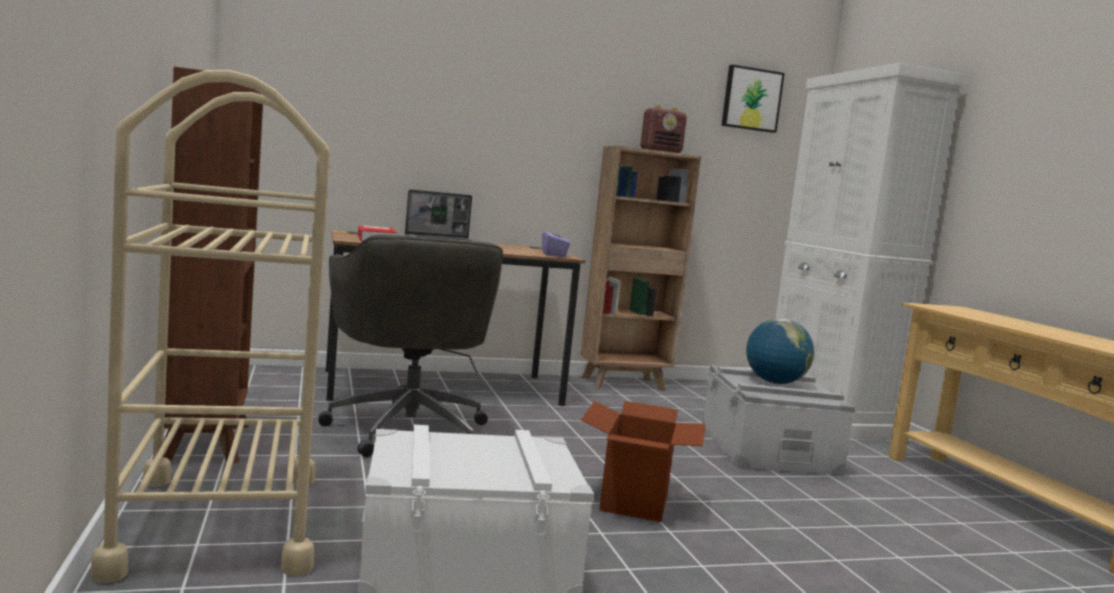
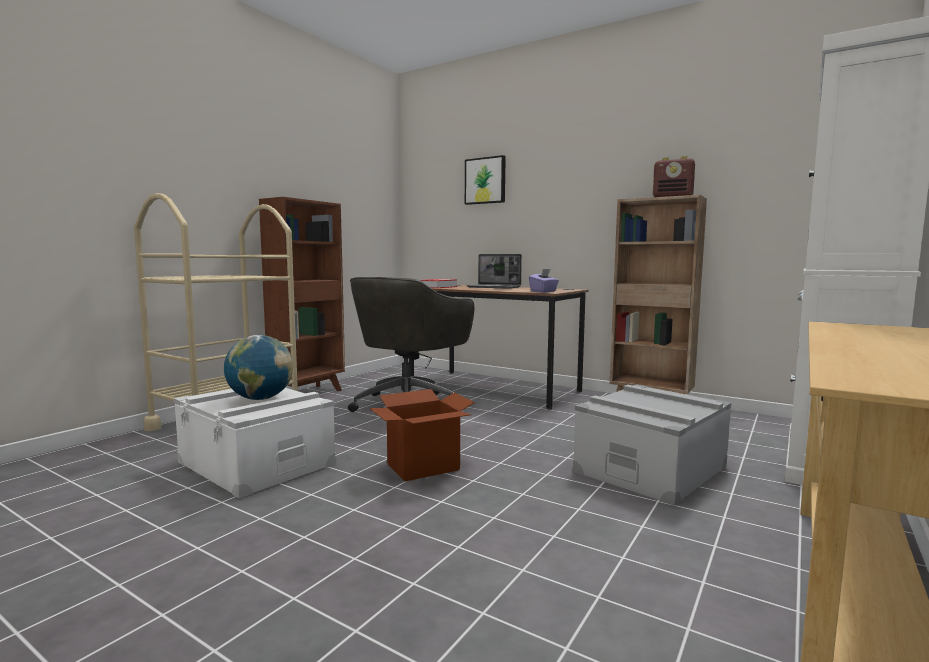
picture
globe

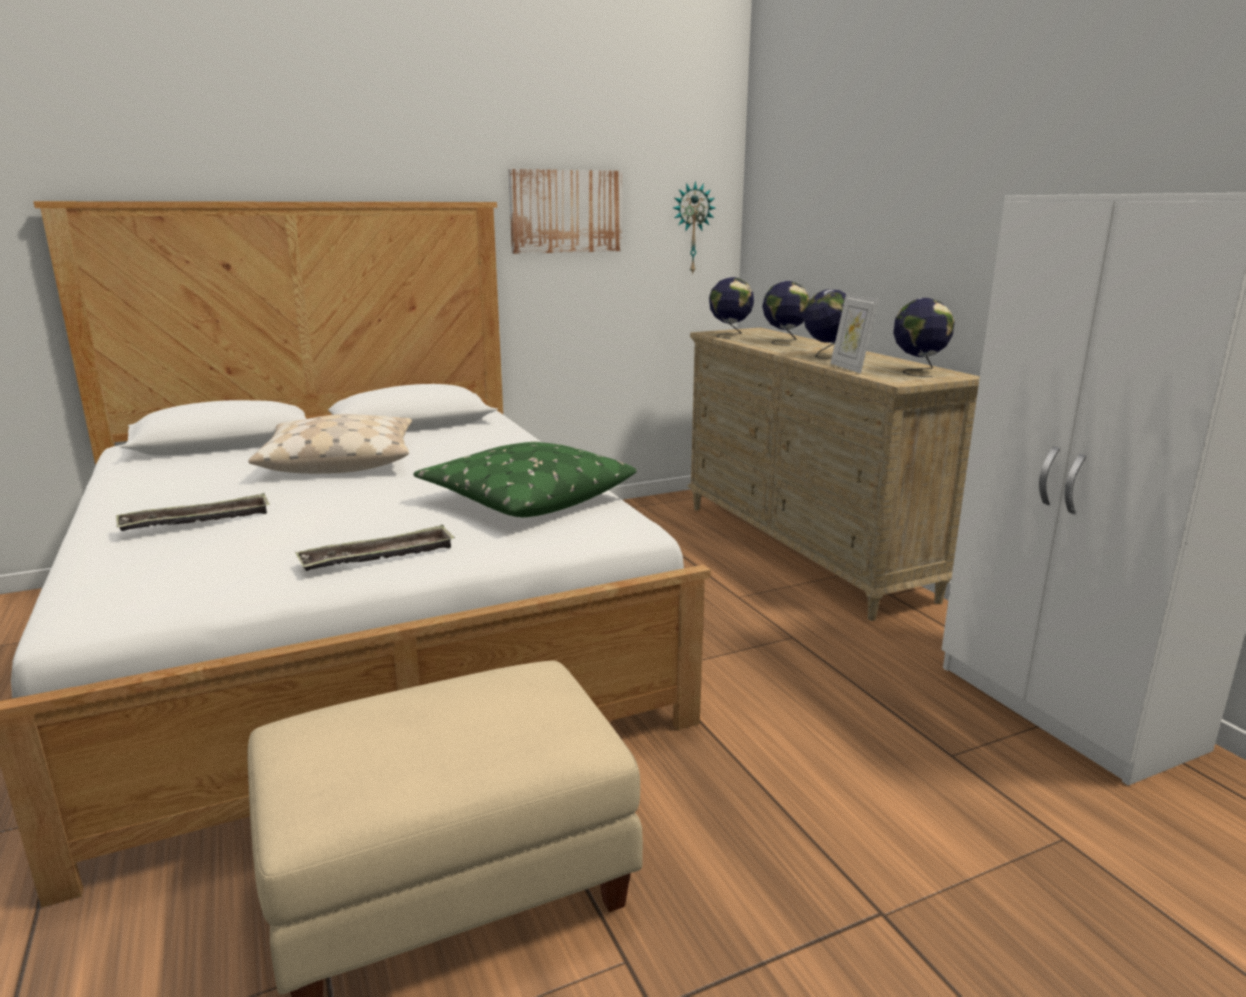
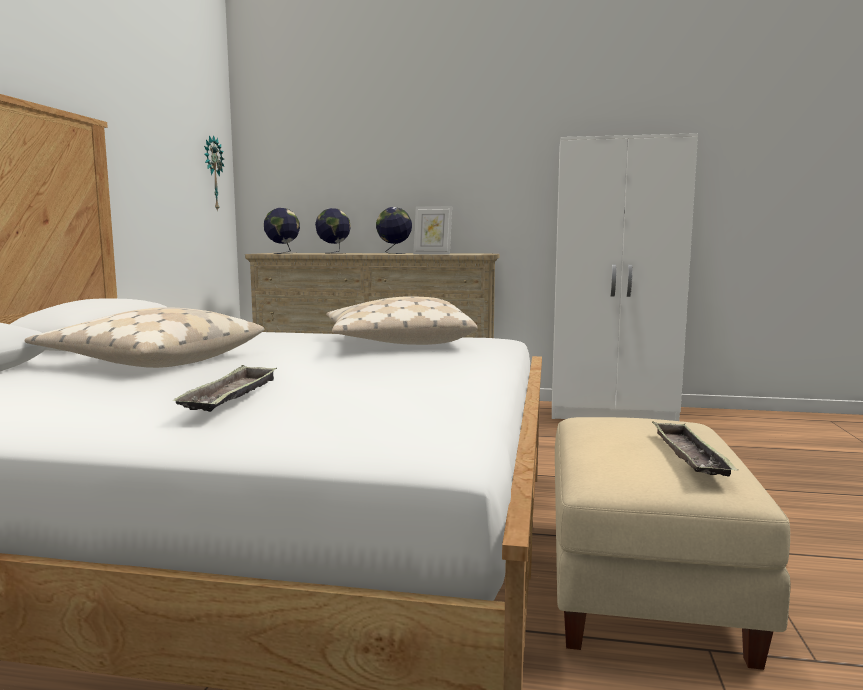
picture
globe (4th from left in the first image)
tray (2nd from left)
beige pillow (2nd from left)

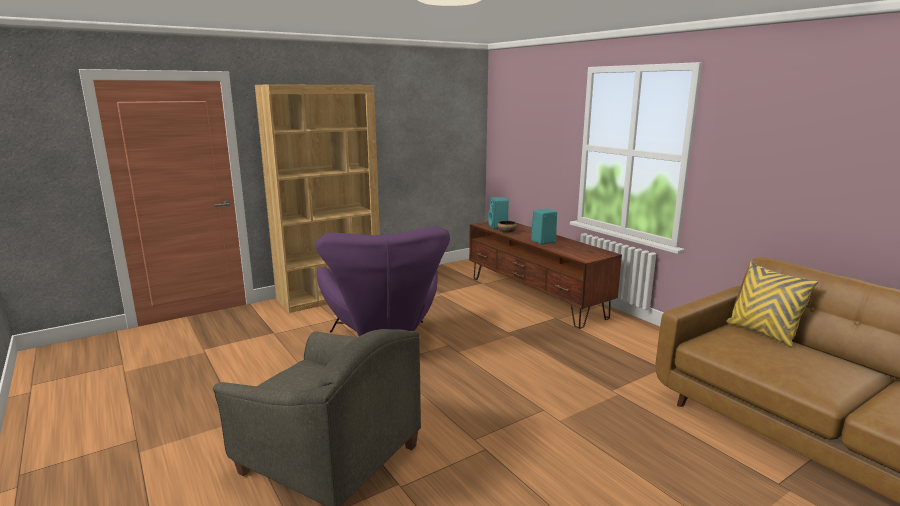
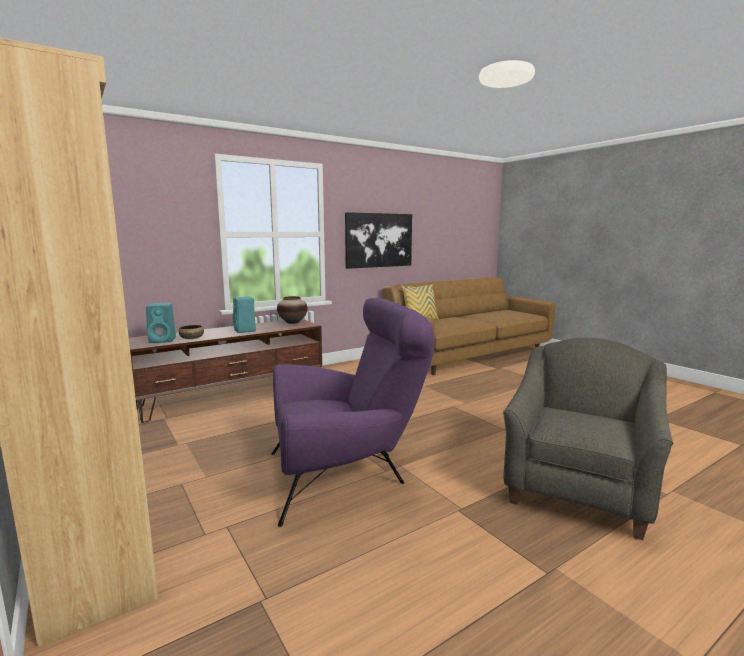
vase
picture

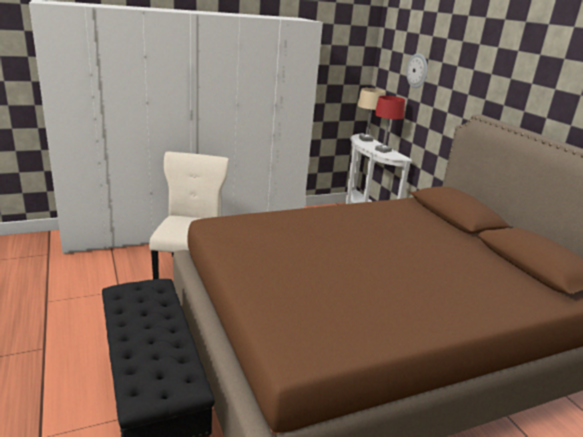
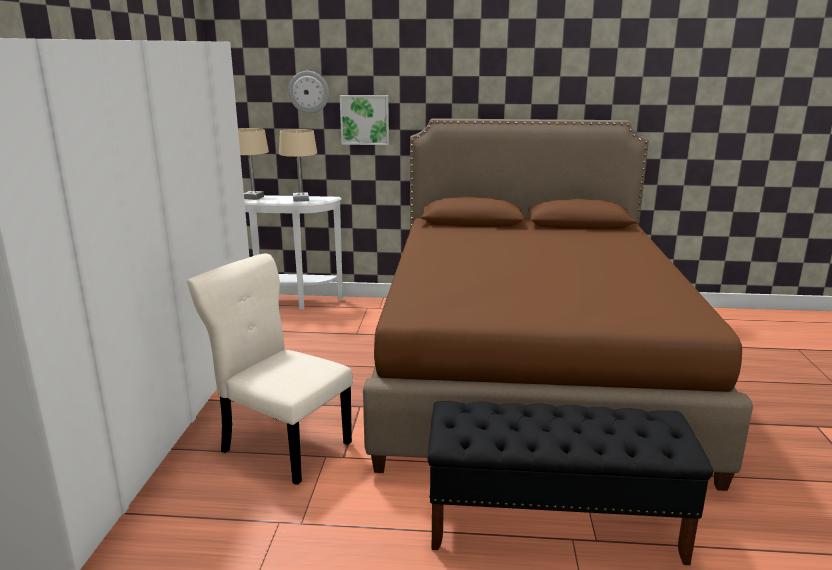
picture
beige table lamp (2nd from left)

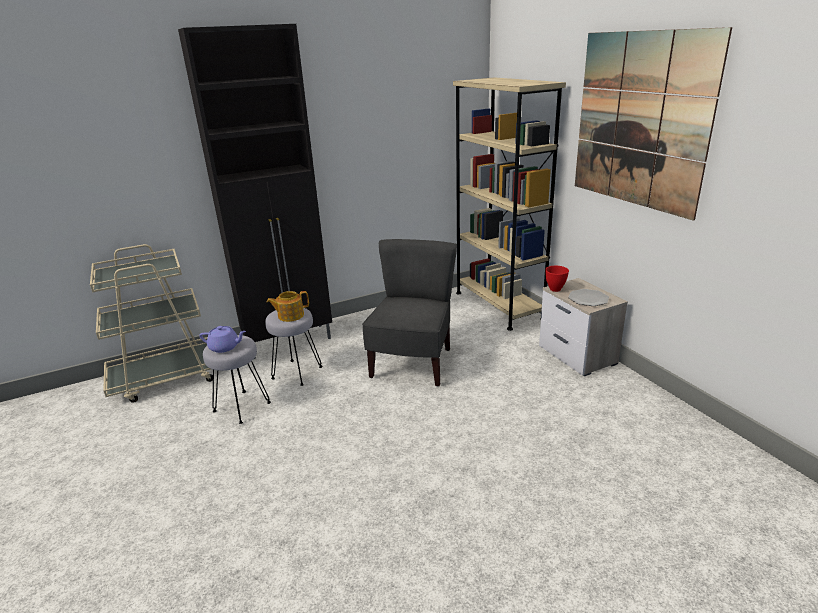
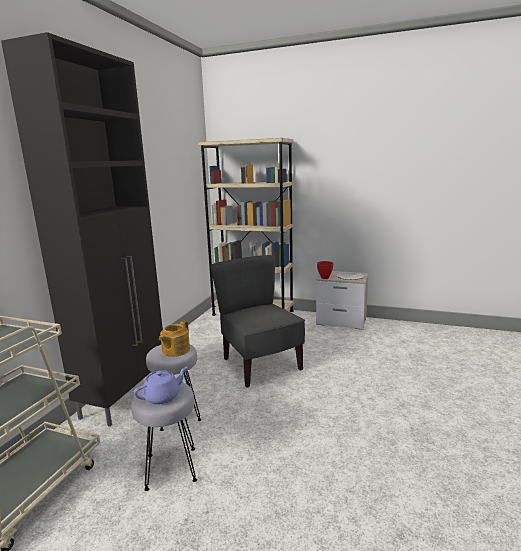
picture

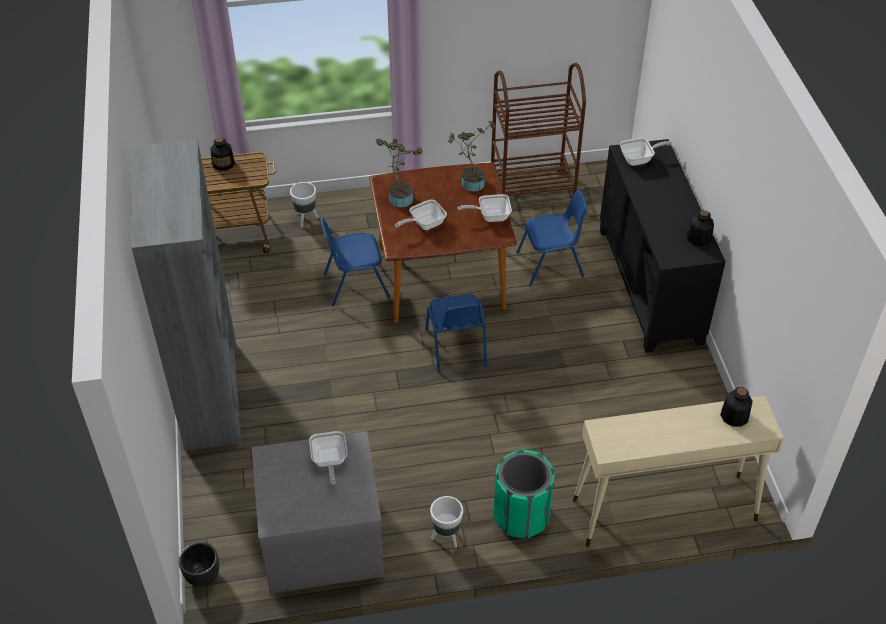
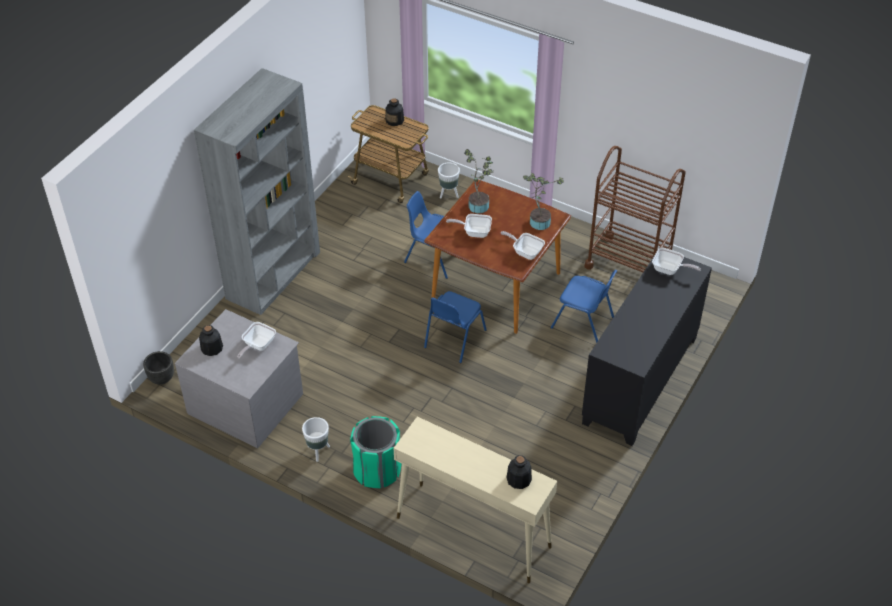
bottle (1st from left)

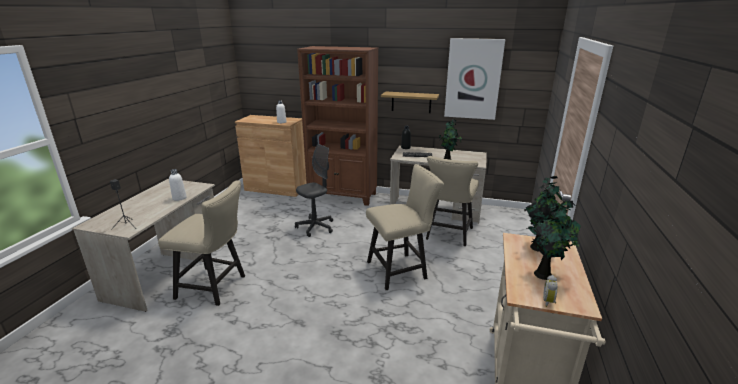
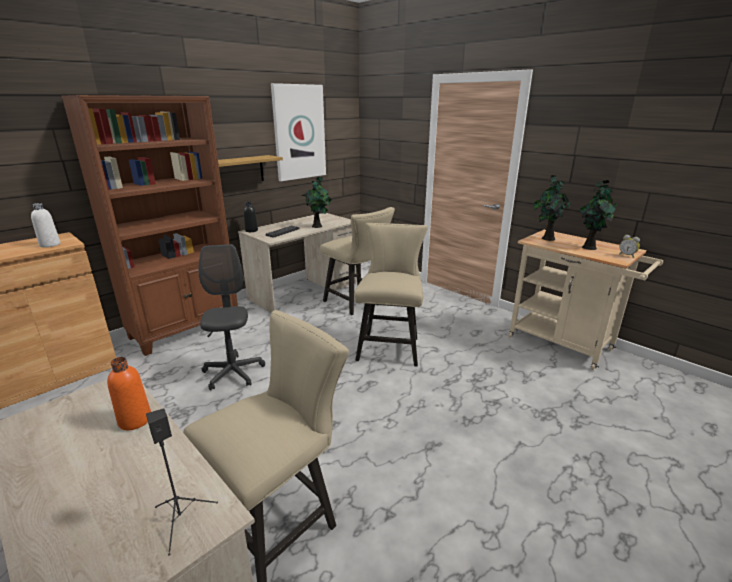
orange bottle

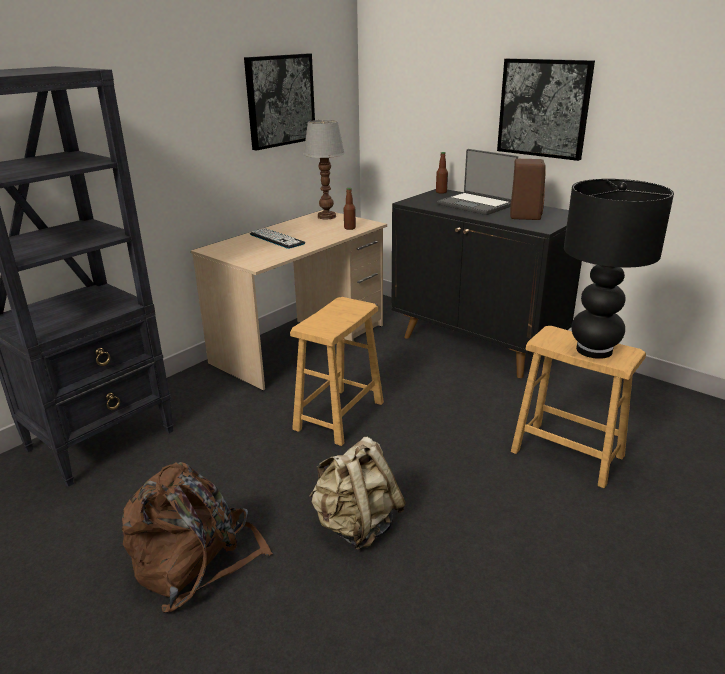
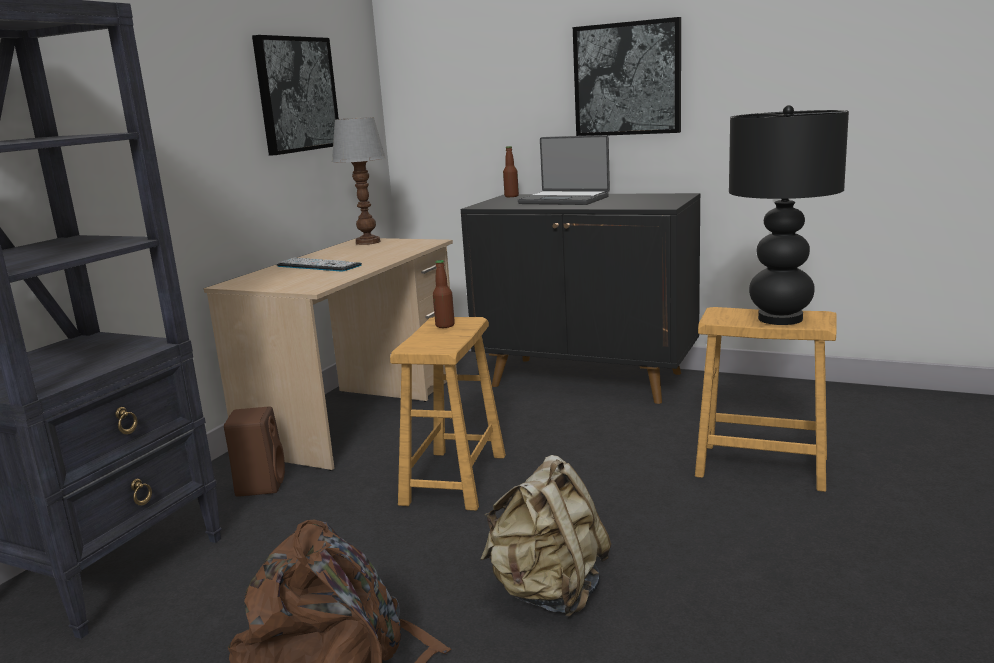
bottle (1st from left)
brown speaker

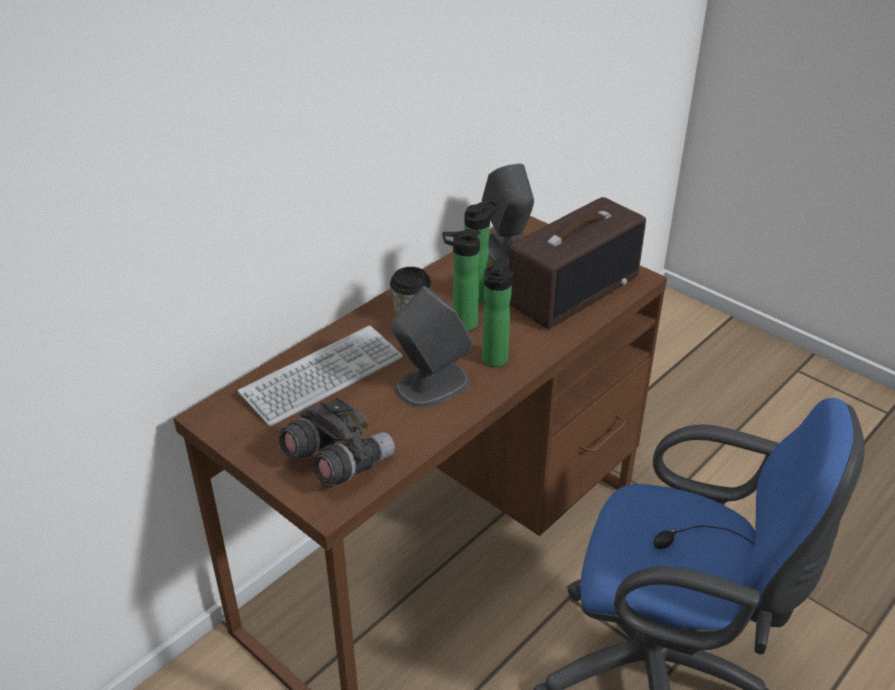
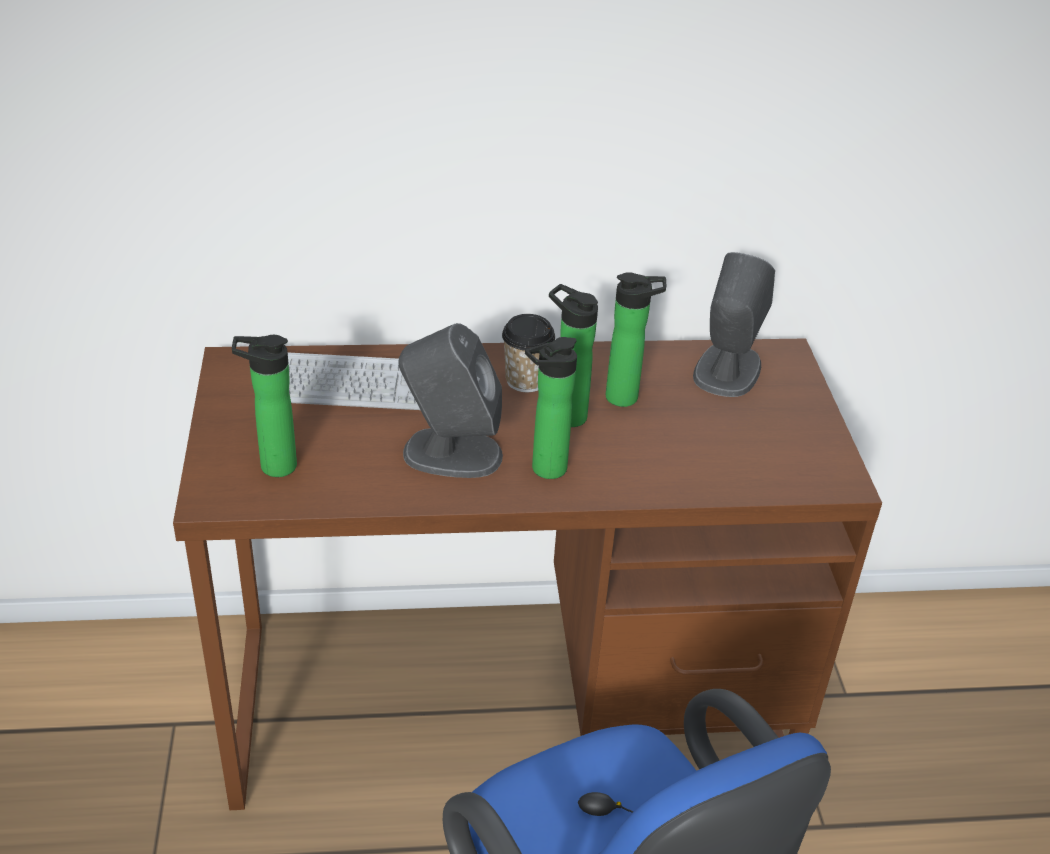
radio
bottle (1st from left)

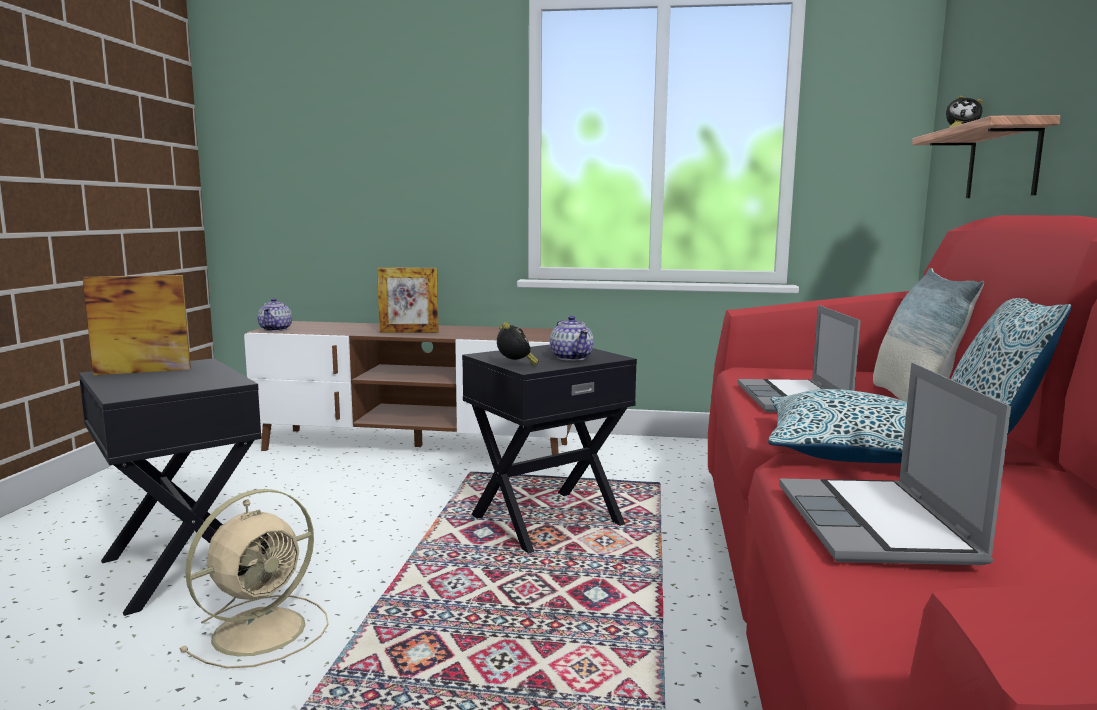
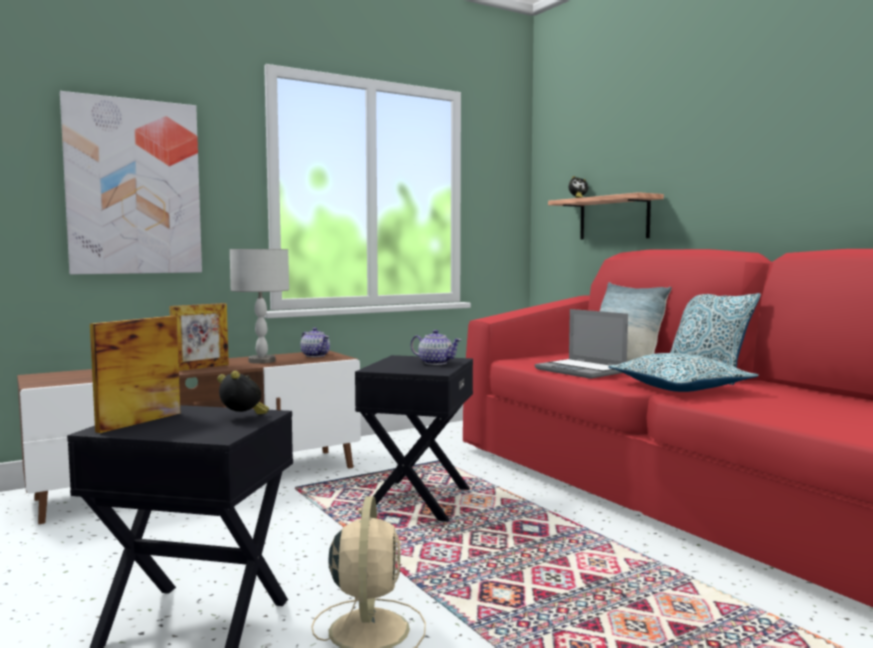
laptop (2nd from left in the first image)
picture
grey table lamp
teapot (1st from left)
alarm clock (1st from left)

